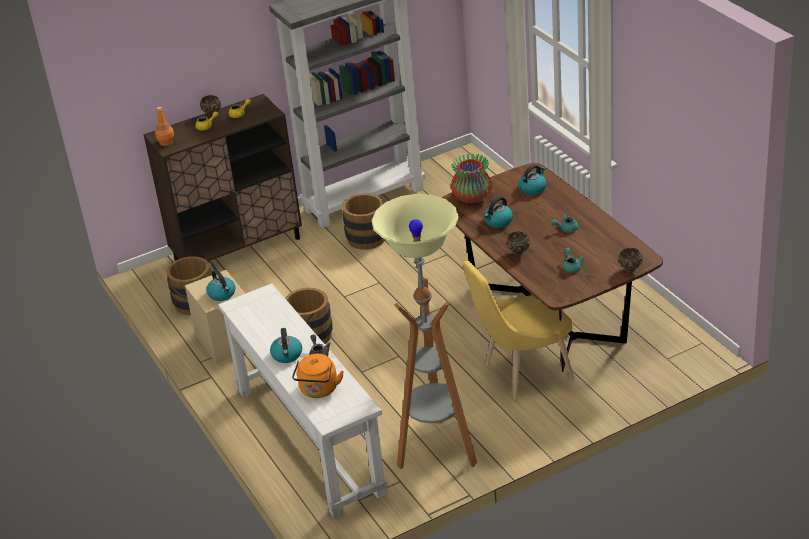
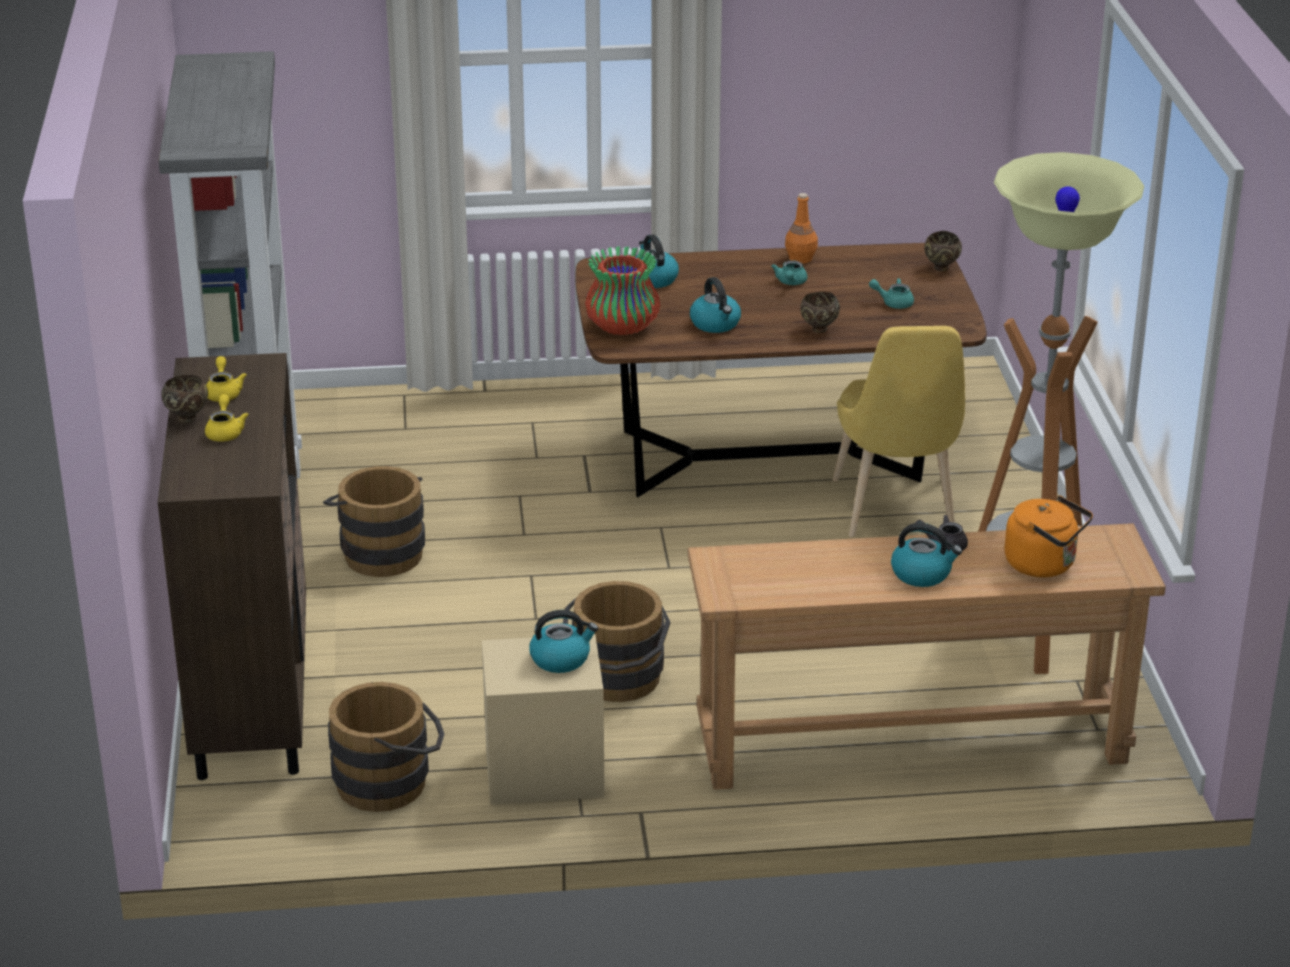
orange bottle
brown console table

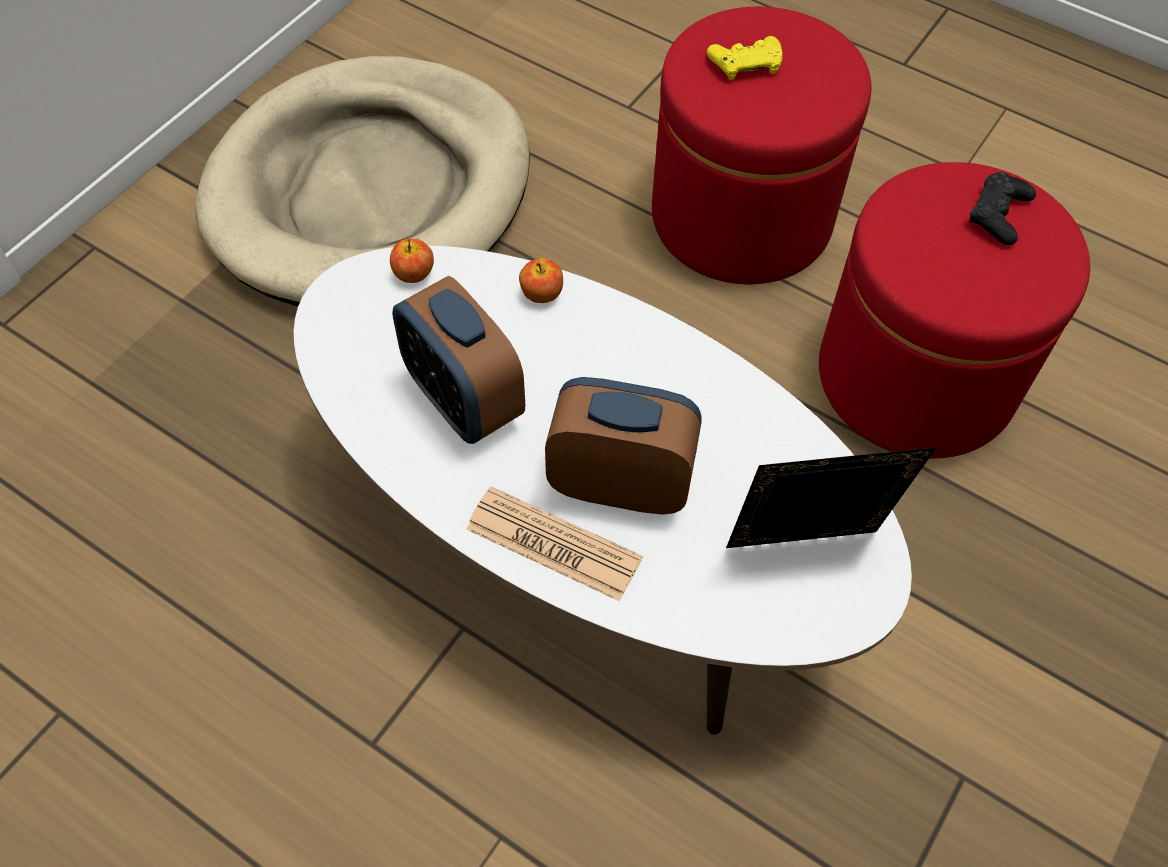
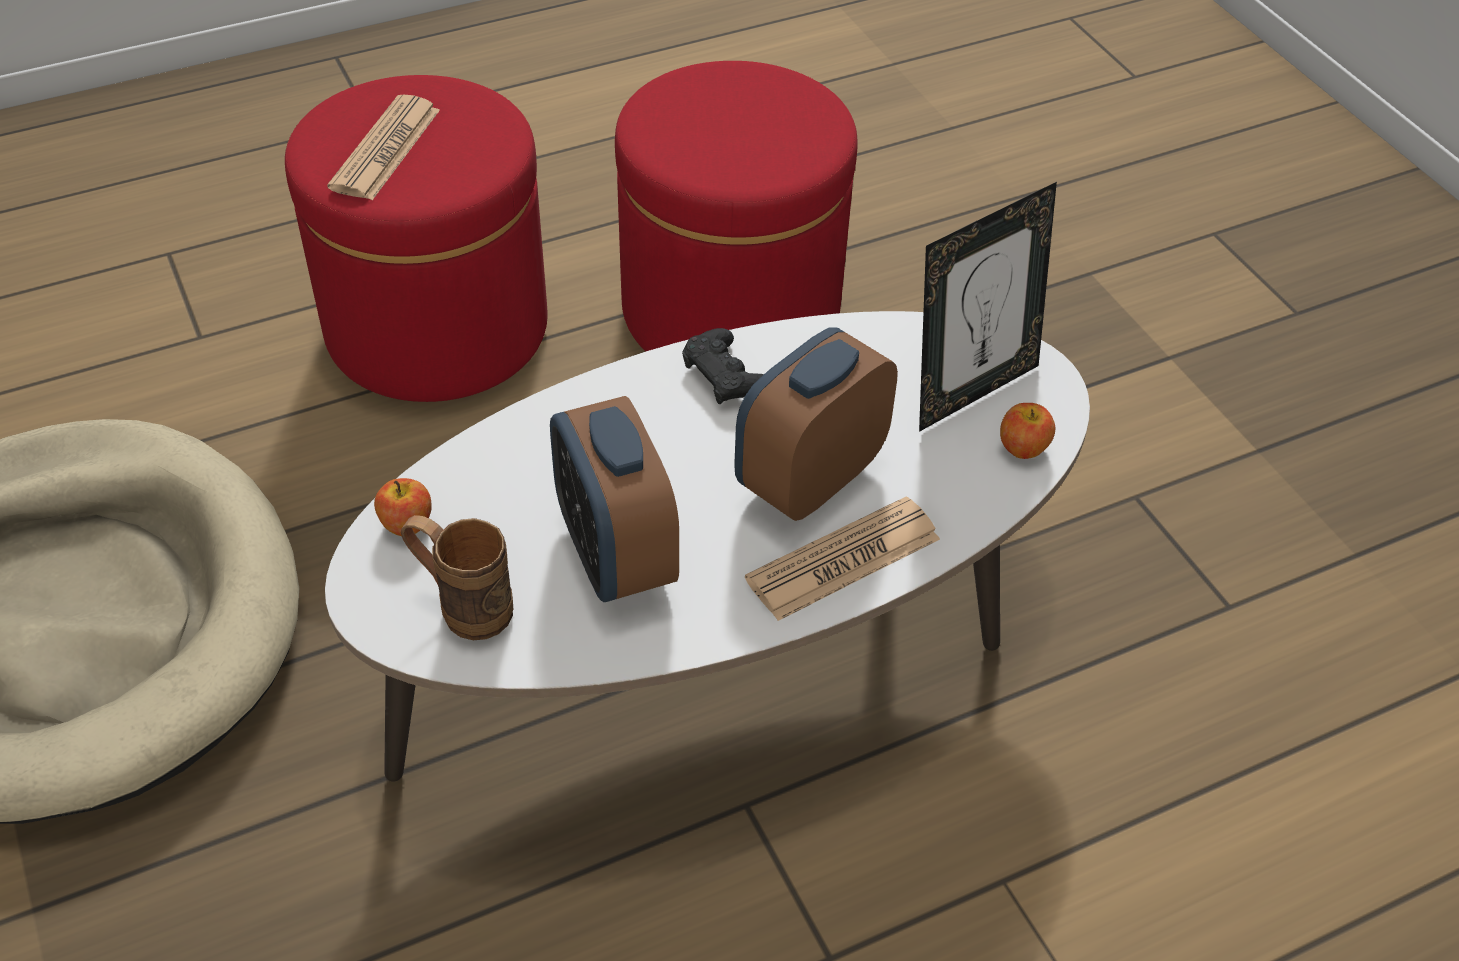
brown mug
apple (2nd from left)
black game controller
newspaper (1st from left)
alarm clock (1st from left)
picture frame

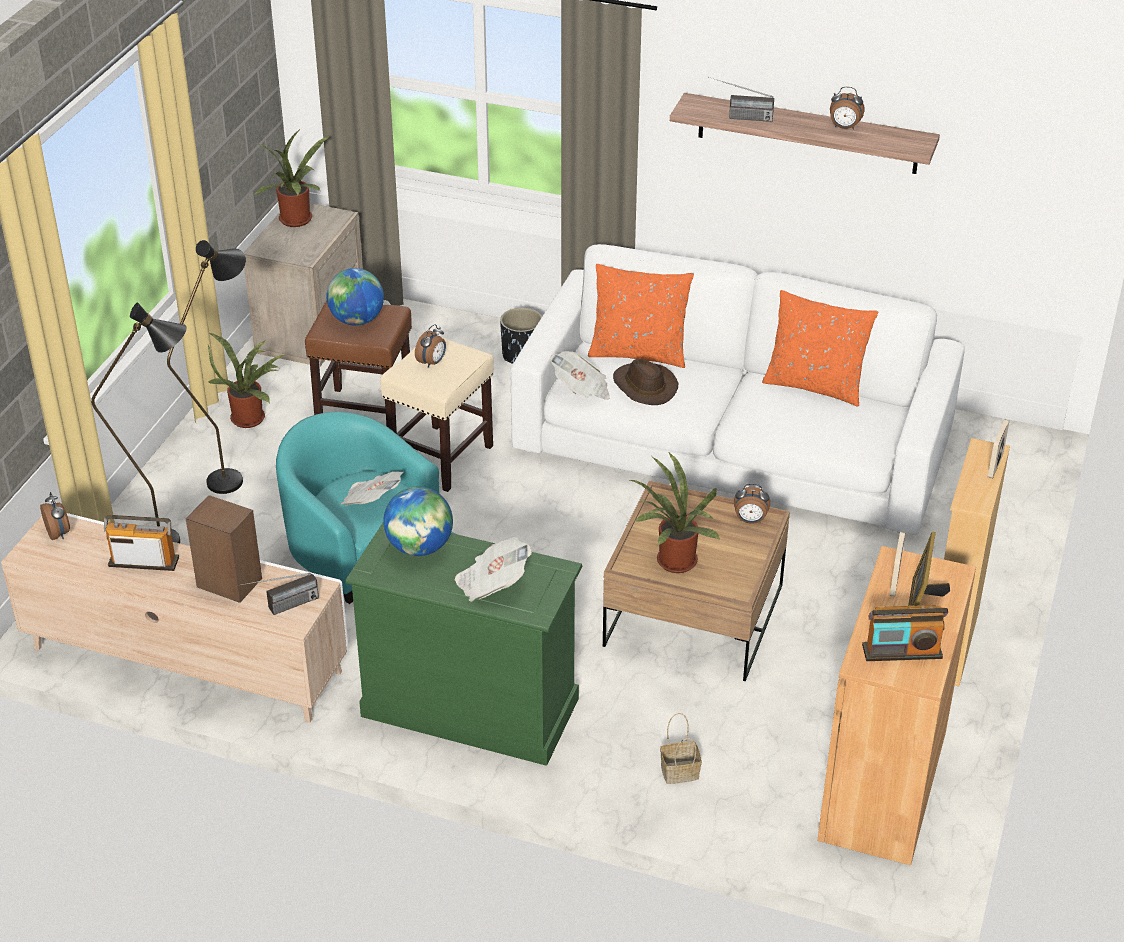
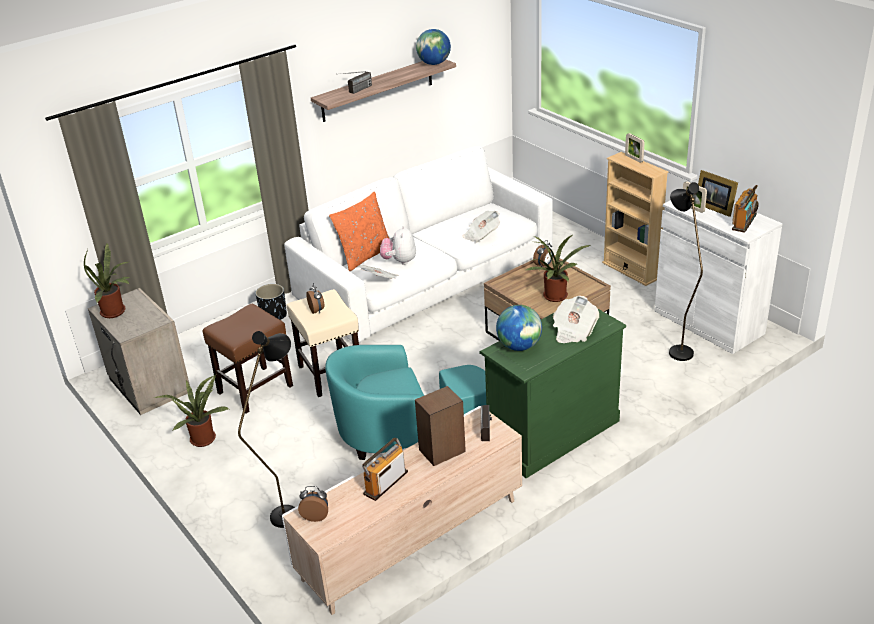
basket
orange pillow (2nd from left in the first image)
alarm clock (4th from left in the first image)
black floor lamp (2nd from left)
globe (1st from left)
newspaper (2nd from left)
plush toy
white cabinet

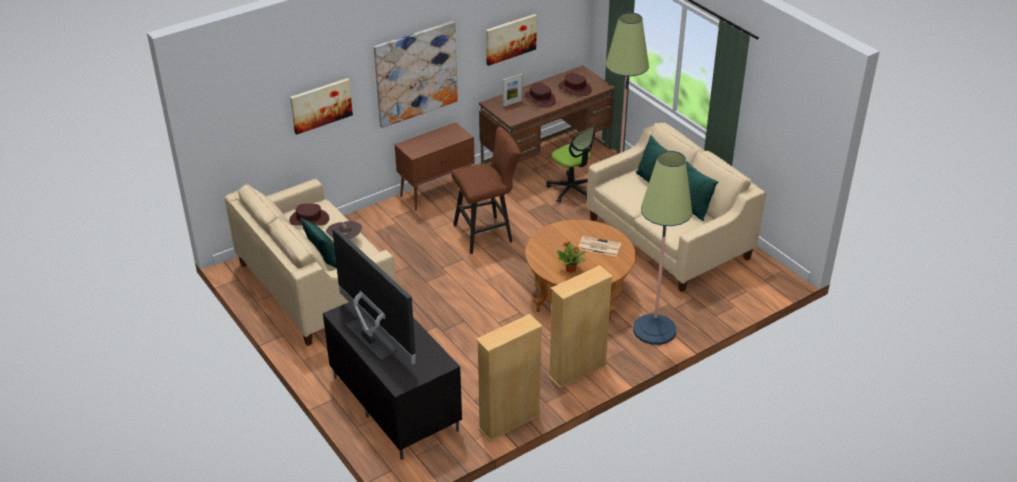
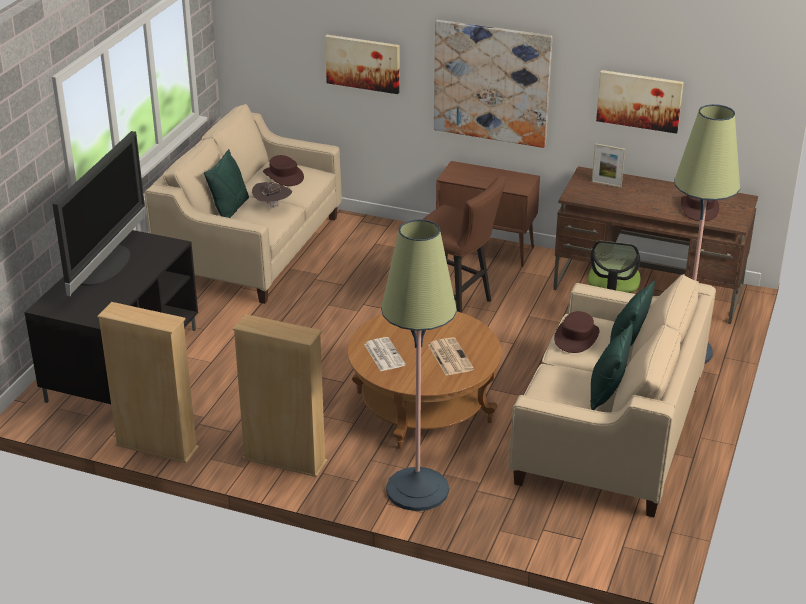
brown hat (3rd from left)
newspaper (1st from left)

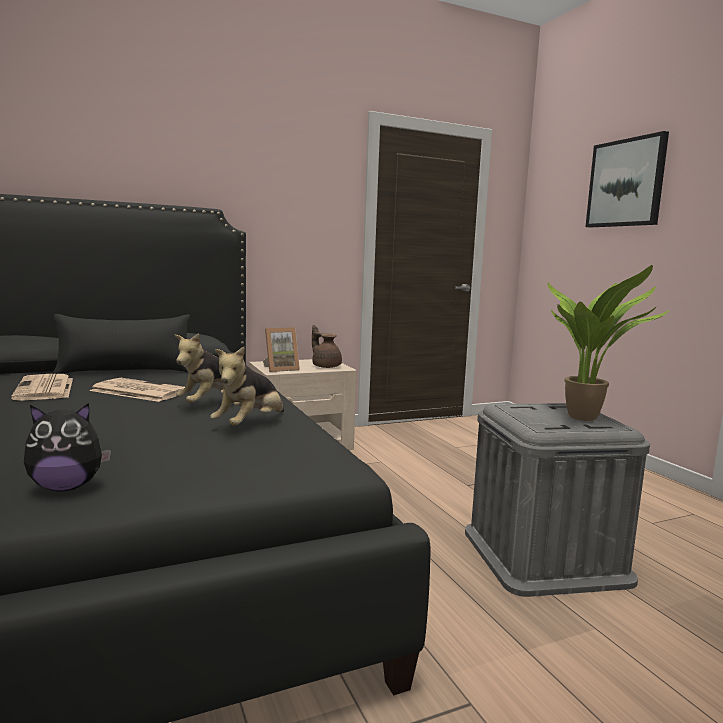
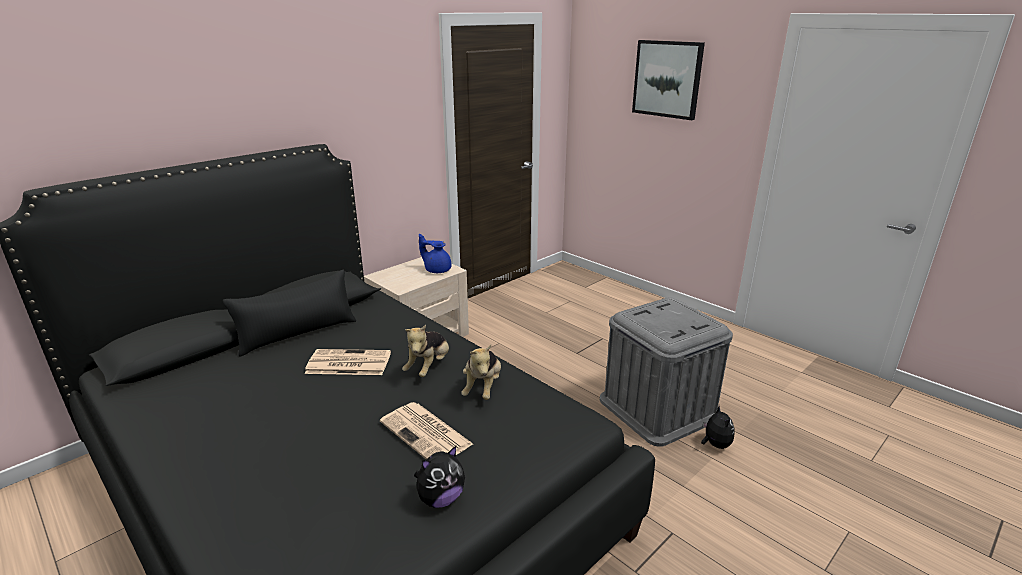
picture frame
potted plant
plush toy (4th from left)
newspaper (2nd from left)
blue teapot

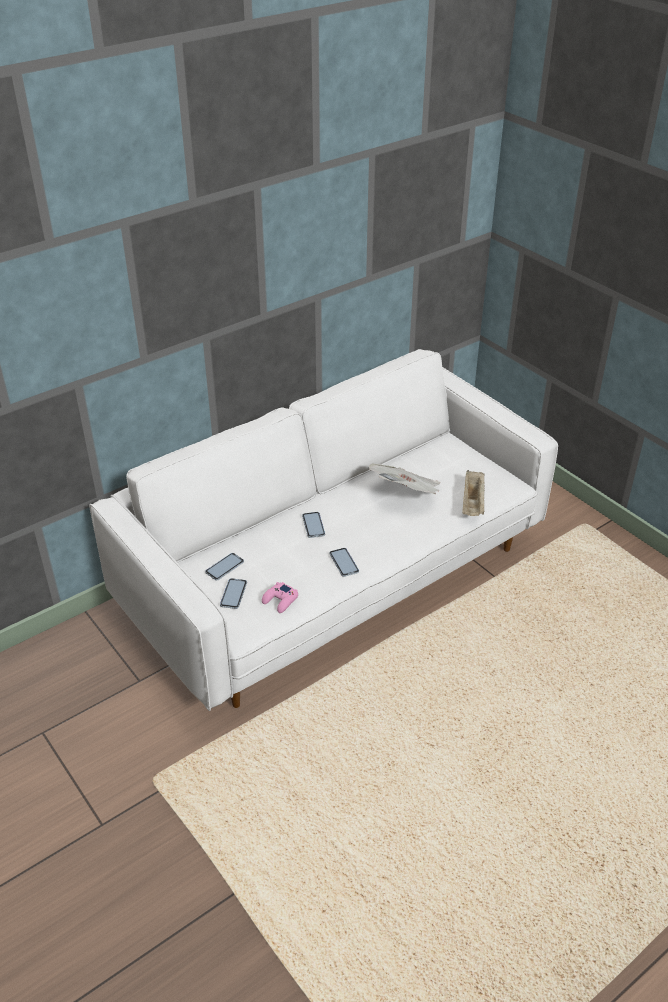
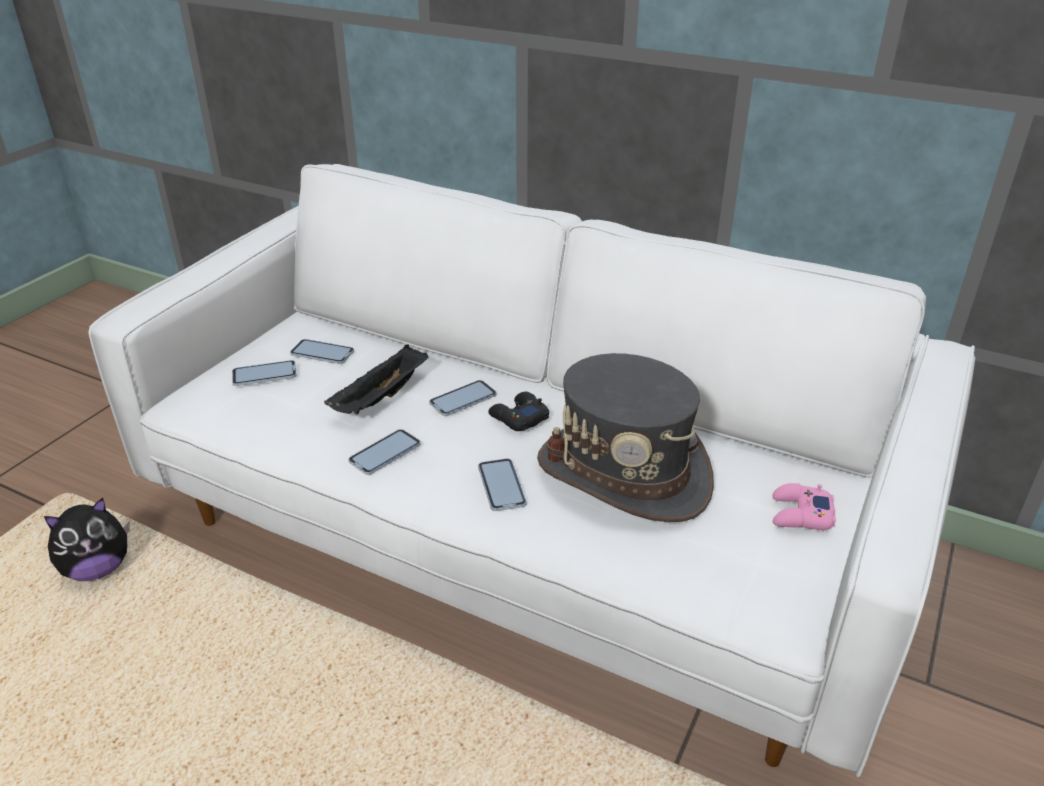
beige tray
plush toy
black tray
phone (5th from left)
black game controller
pink game controller
grey hat

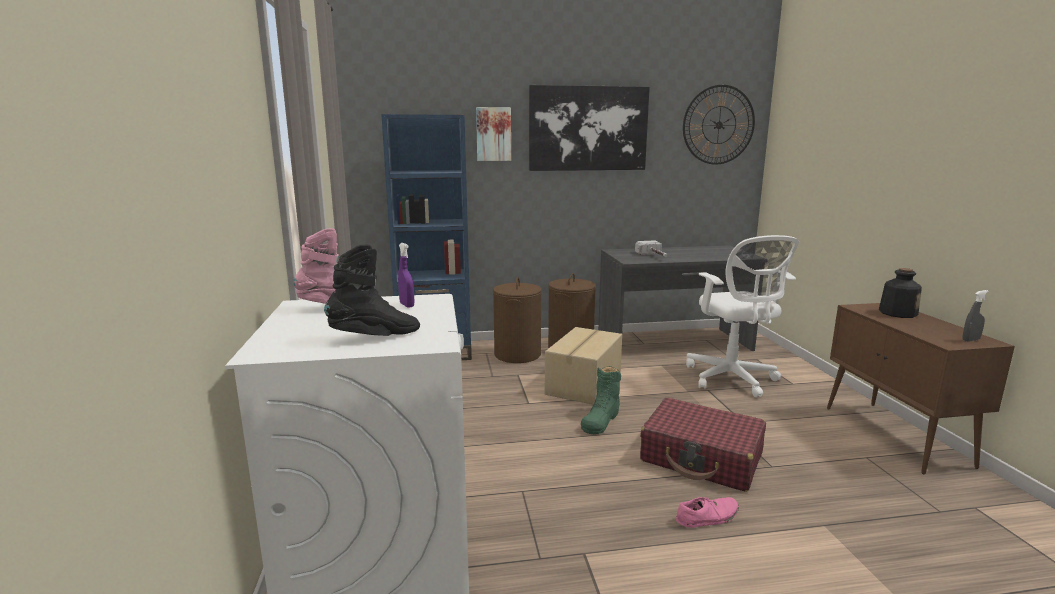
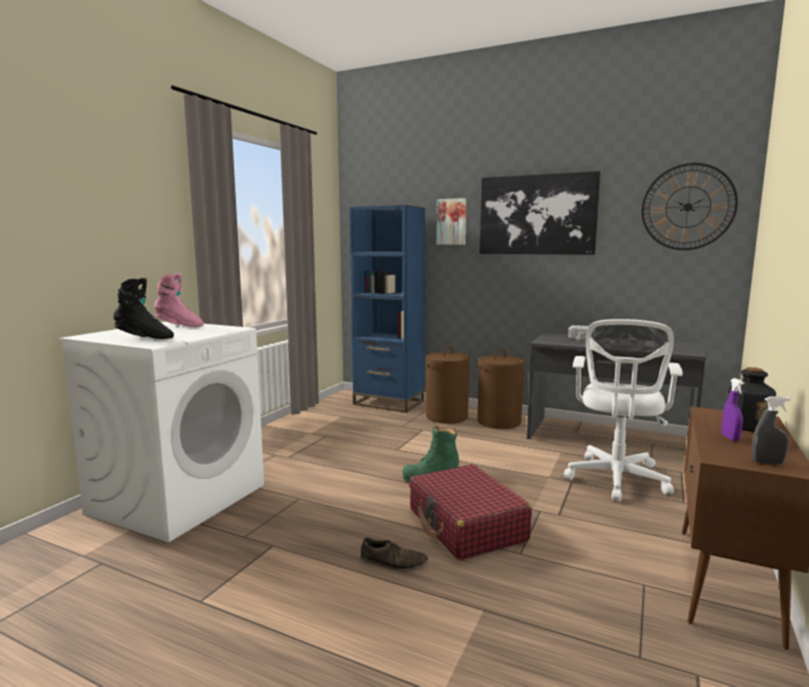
cardboard box
purple spray bottle
brown shoe

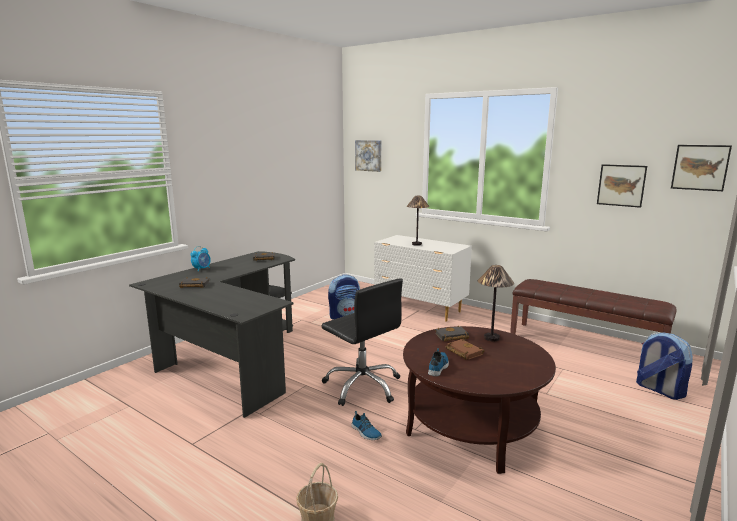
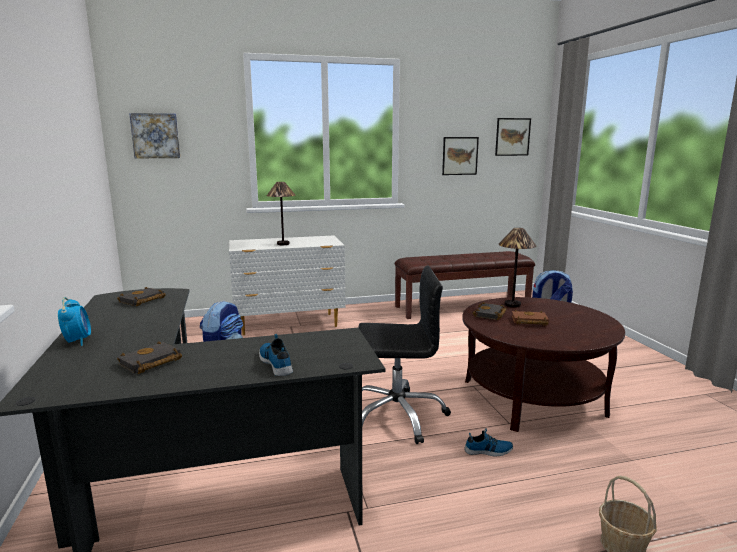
shoe (1st from left)

